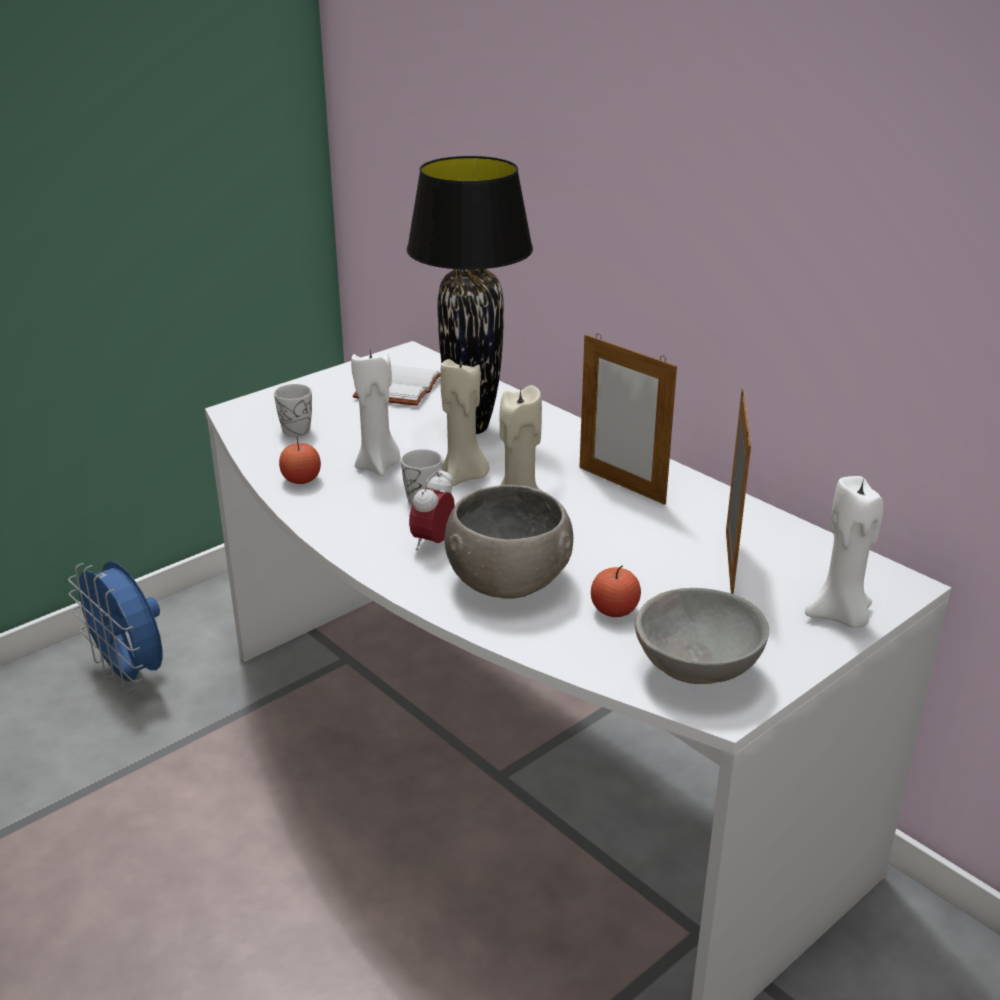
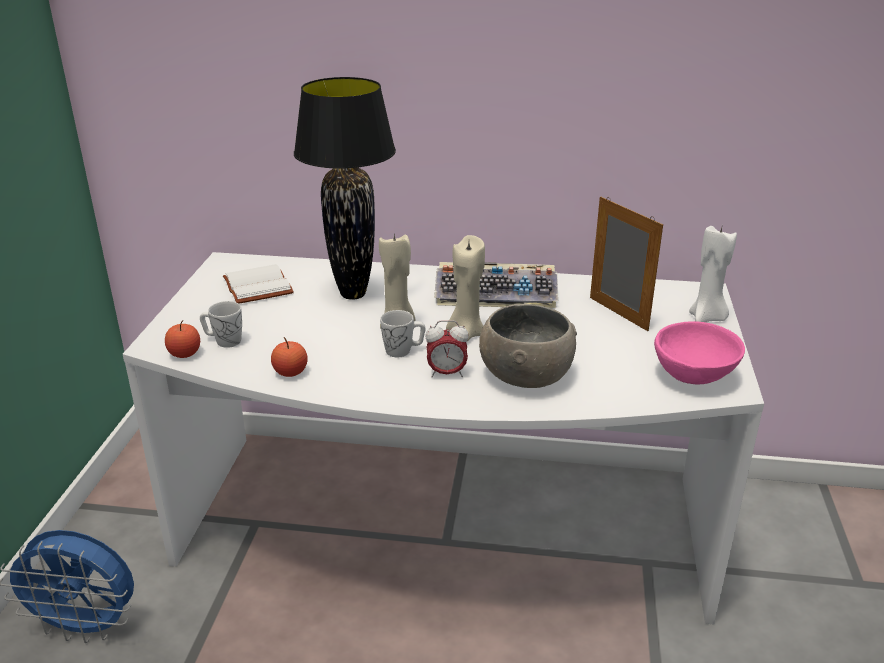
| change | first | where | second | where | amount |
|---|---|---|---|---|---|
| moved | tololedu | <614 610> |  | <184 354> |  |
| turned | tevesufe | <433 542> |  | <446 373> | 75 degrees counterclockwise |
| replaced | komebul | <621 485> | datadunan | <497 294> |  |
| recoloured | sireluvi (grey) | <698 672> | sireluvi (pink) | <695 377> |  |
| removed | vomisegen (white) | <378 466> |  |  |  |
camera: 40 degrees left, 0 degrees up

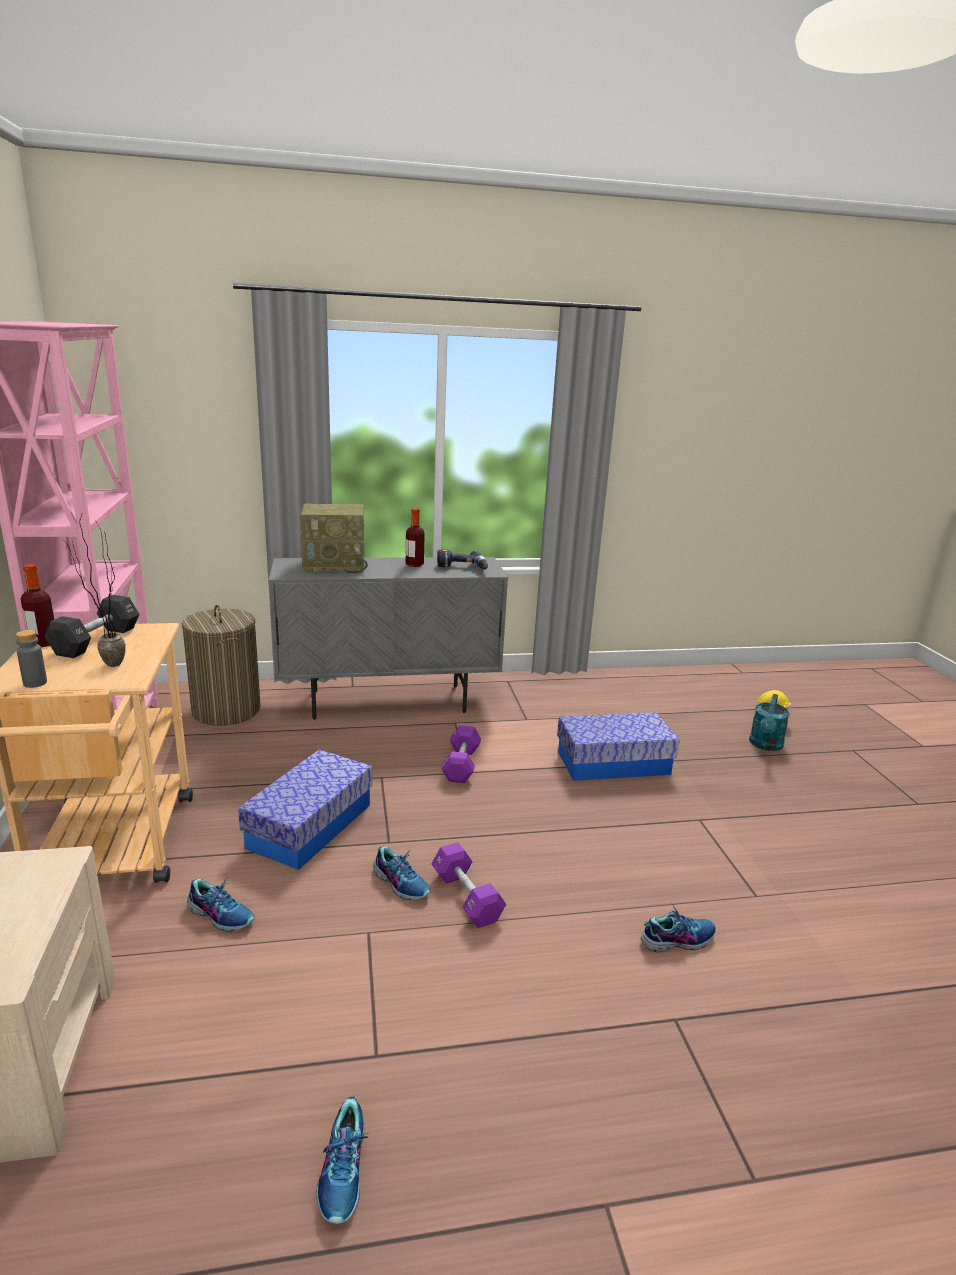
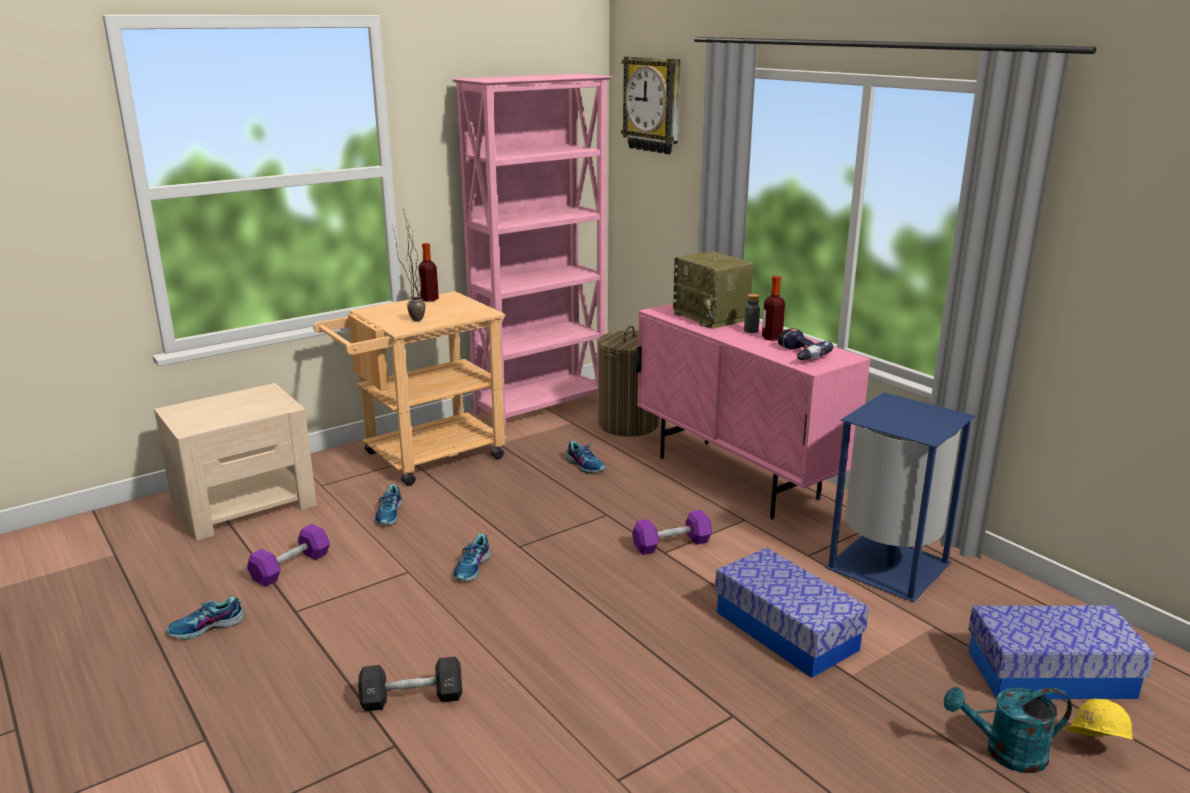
| change | first | where | second | where | amount |
|---|---|---|---|---|---|
| moved | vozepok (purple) | <466 897> |  | <291 567> |  |
| moved | vozepok (black) | <96 641> |  | <412 698> |  |
| moved | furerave | <677 939> |  | <585 465> |  |
| added |  |  | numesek | <653 104> |  |
| recoloured | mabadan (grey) | <389 702> | mabadan (pink) | <737 478> |  |
| moved | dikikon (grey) | <35 683> |  | <751 331> |  |
| added |  |  | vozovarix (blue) | <890 566> |  |
| moved | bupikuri | <310 826> |  | <1050 674> |  |
camera: 65 degrees right, 0 degrees up

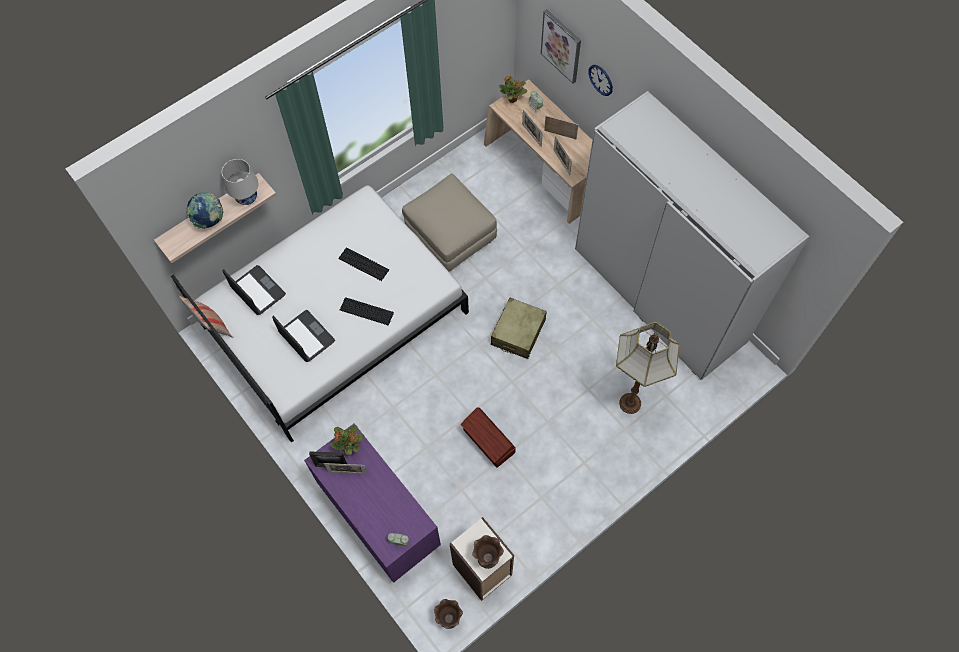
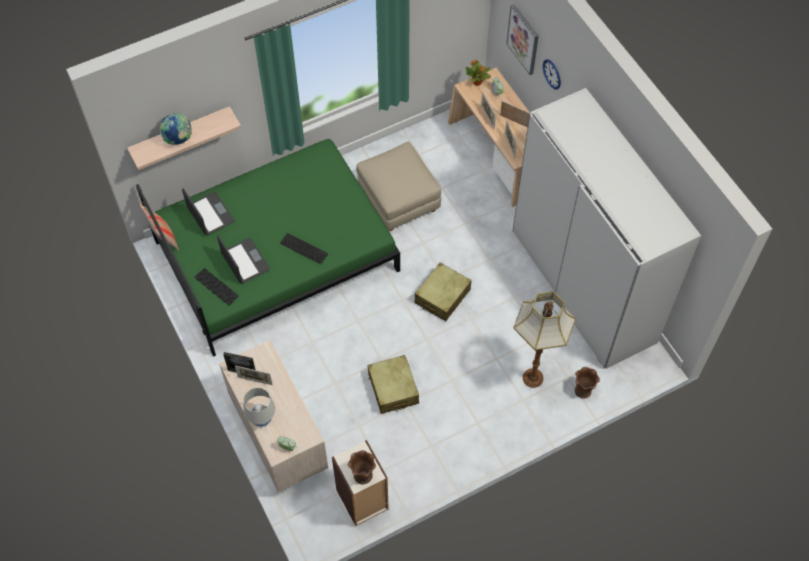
| change | first | where | second | where | amount |
|---|---|---|---|---|---|
| recoloured | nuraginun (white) | <333 318> | nuraginun (green) | <275 254> |  |
| moved | datadunan | <363 264> |  | <216 286> |  |
| recoloured | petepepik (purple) | <379 516> | petepepik (beige) | <278 435> |  |
| moved | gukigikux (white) | <246 198> |  | <261 418> |  |
| replaced | bupikuri (brown) | <488 442> | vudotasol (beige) | <393 389> |  |
| moved | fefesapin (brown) | <449 619> |  | <583 391> |  |
| removed | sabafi | <350 446> |  |  |  |
camera: 10 degrees right, 5 degrees down

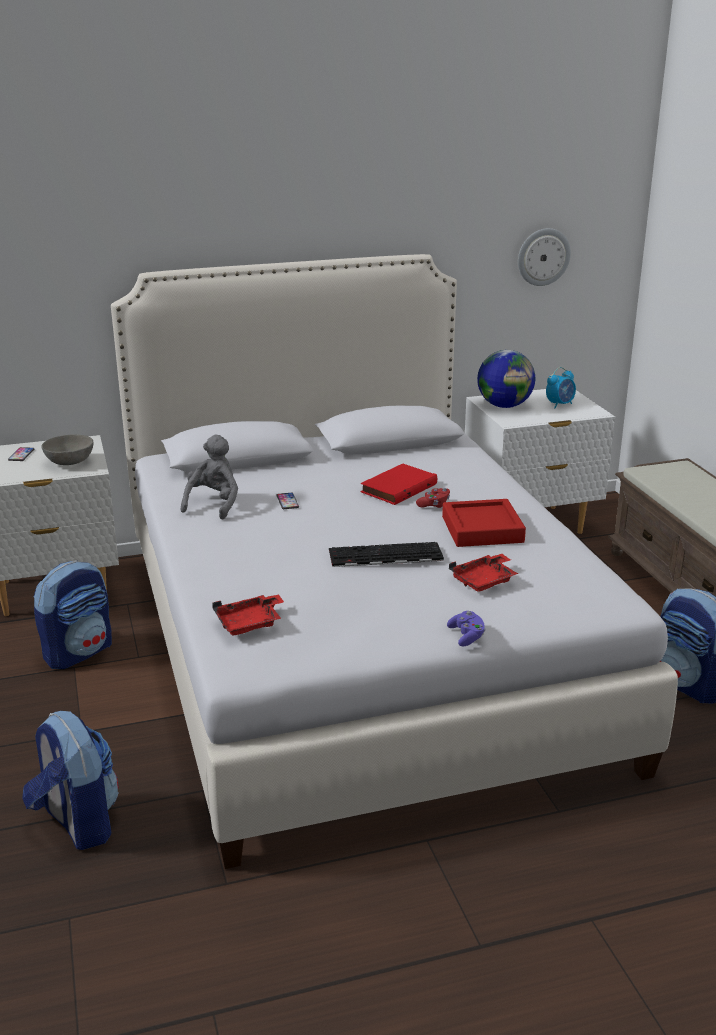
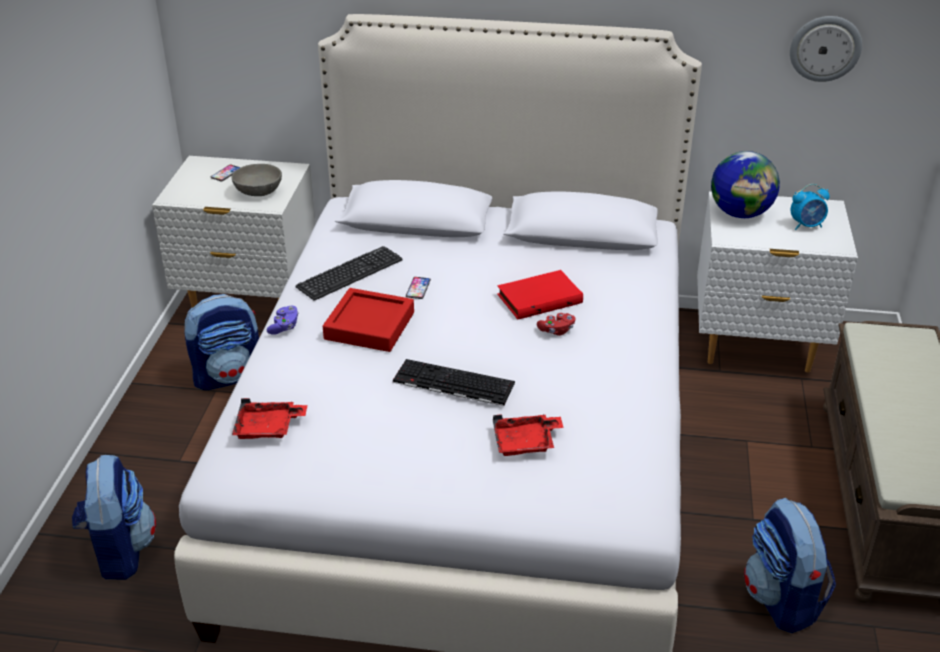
| change | first | where | second | where | amount |
|---|---|---|---|---|---|
| moved | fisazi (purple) | <466 636> |  | <284 327> |  |
| replaced | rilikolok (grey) | <214 504> | datadunan | <350 274> |  |
| moved | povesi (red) | <482 529> |  | <369 326> |  |
camera: 25 degrees right, 10 degrees up

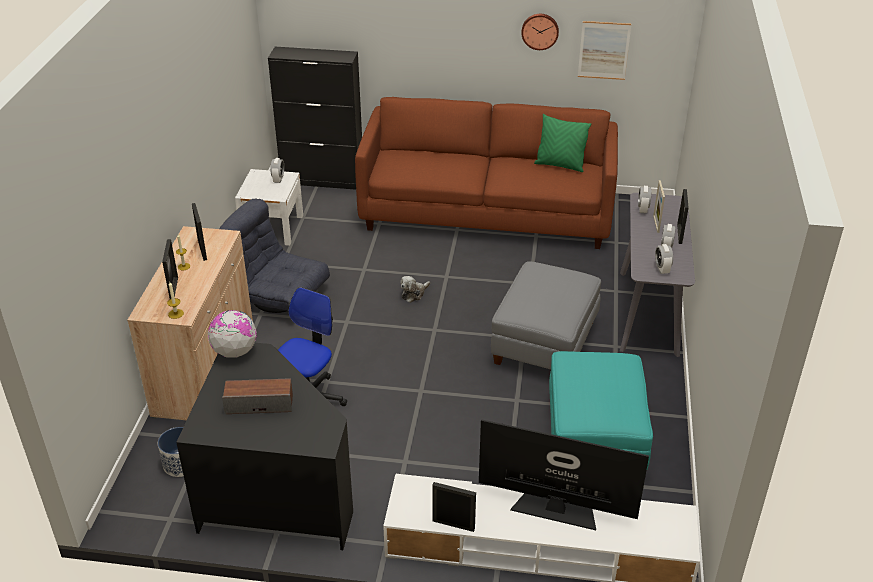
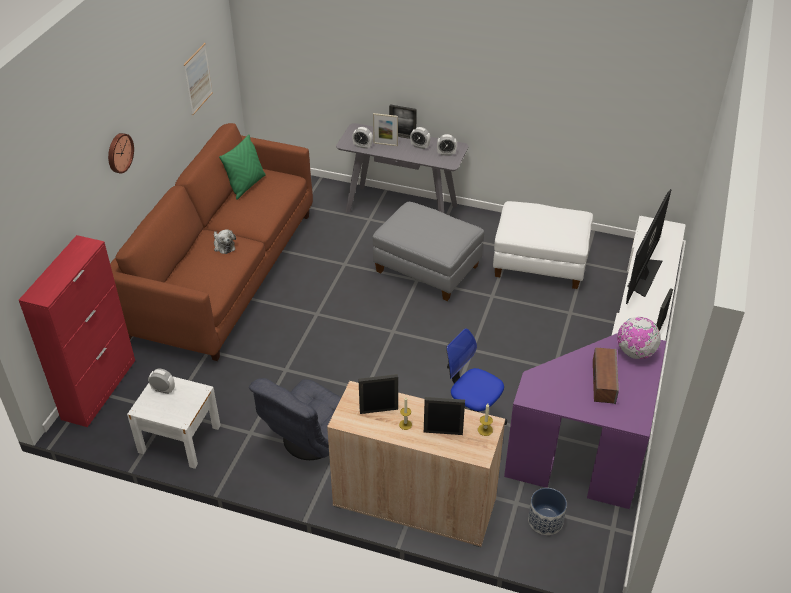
| change | first | where | second | where | amount |
|---|---|---|---|---|---|
| recoloured | mabadan (black) | <323 180> | mabadan (red) | <99 389> |  |
| moved | numesek | <540 31> |  | <119 152> |  |
| moved | rilikolok | <414 294> |  | <223 246> |  |
| recoloured | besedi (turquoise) | <595 439> | besedi (white) | <540 263> |  |
| recoloured | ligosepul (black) | <274 494> | ligosepul (purple) | <586 453> |  |
| moved | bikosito | <234 352> |  | <635 352> |  |
camera: 80 degrees left, 5 degrees up

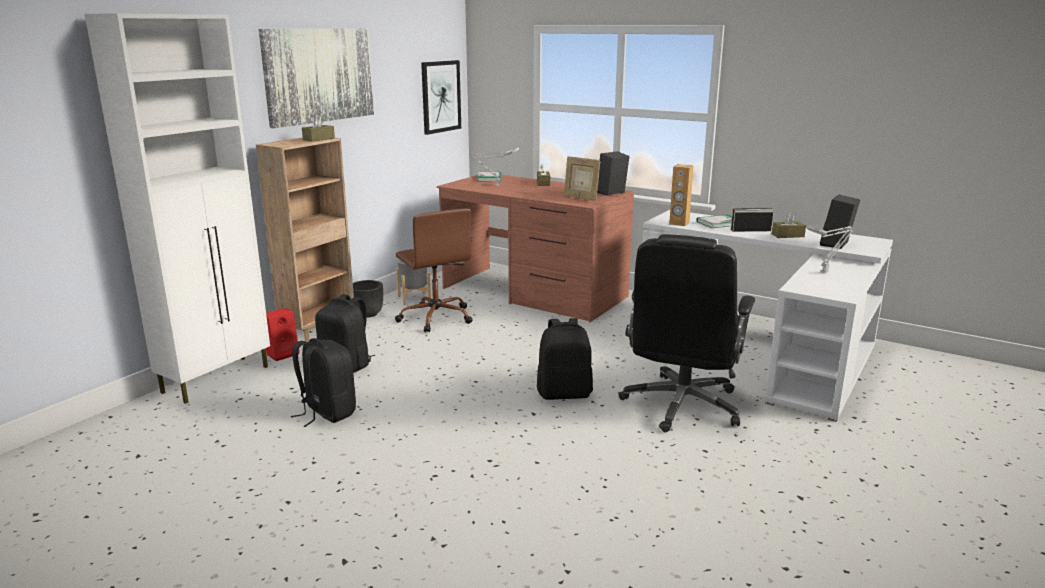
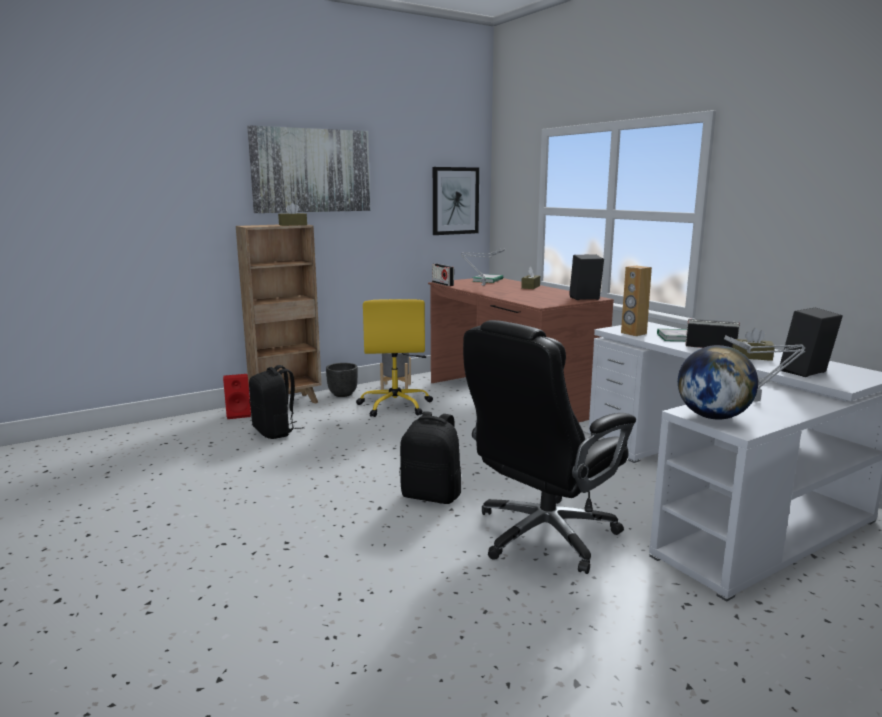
| change | first | where | second | where | amount |
|---|---|---|---|---|---|
| recoloured | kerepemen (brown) | <436 317> | kerepemen (yellow) | <395 406> |  |
| added |  |  | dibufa | <442 284> |  |
| added |  |  | bikosito | <712 417> |  |
| removed | mabadan (white) | <217 379> |  |  |  |
| removed | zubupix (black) | <326 413> |  |  |  |
| removed | komebul | <581 198> |  |  |  |
camera: 25 degrees right, 5 degrees down

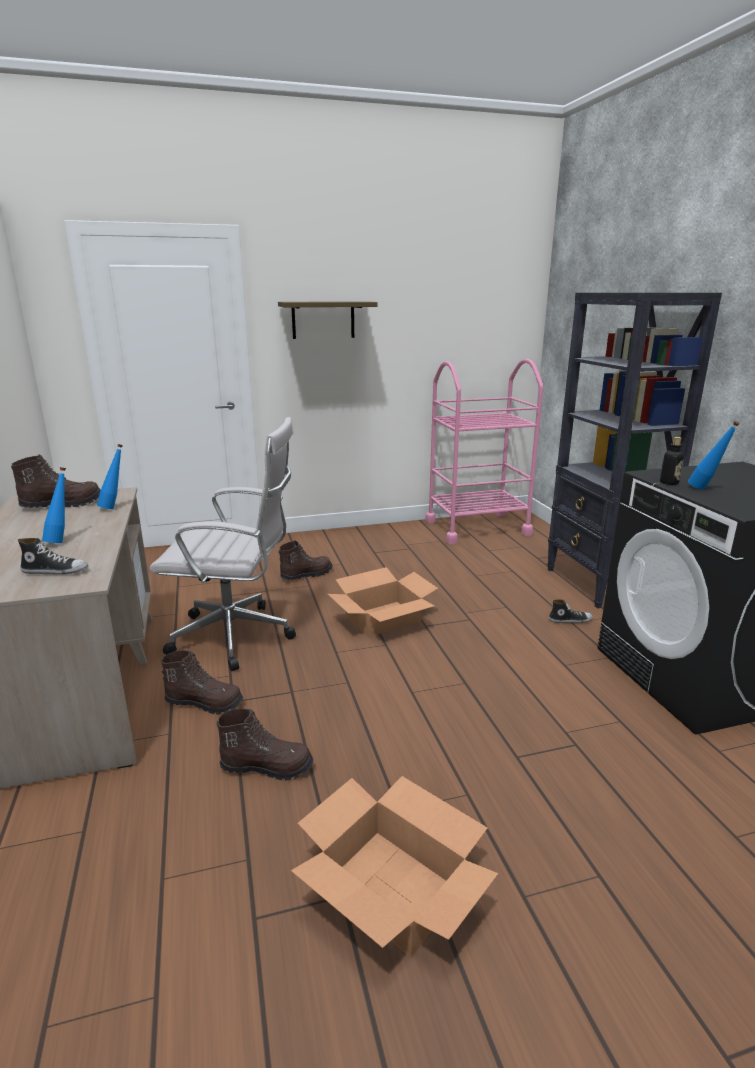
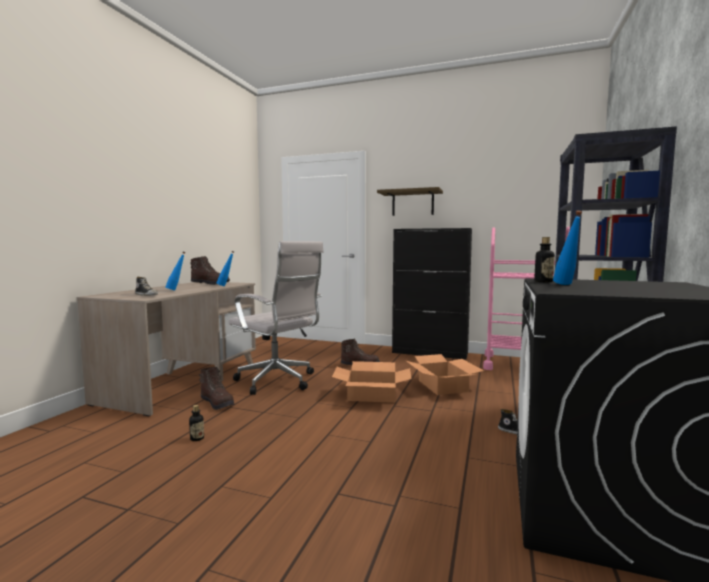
| change | first | where | second | where | amount |
|---|---|---|---|---|---|
| replaced | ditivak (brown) | <267 766> | dikikon | <197 438> |  |
| added |  |  | mabadan (black) | <430 353> |  |
| moved | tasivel | <392 888> |  | <442 386> |  |
camera: 35 degrees right, 15 degrees down

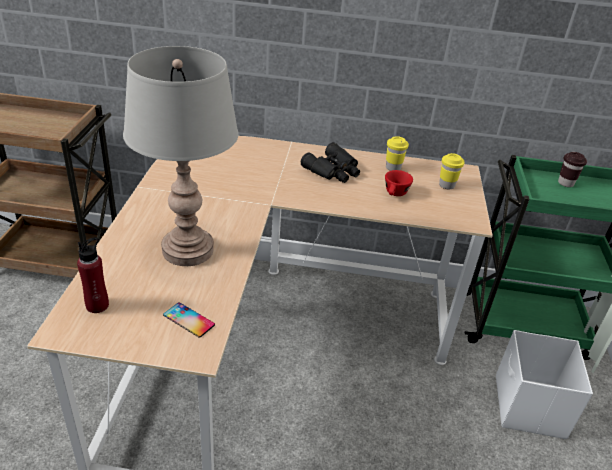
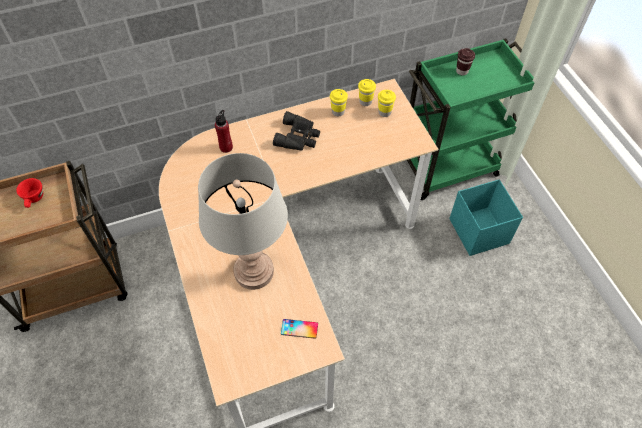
| change | first | where | second | where | amount |
|---|---|---|---|---|---|
| moved | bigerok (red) | <395 194> |  | <34 199> |  |
| moved | dikikon (red) | <97 305> |  | <226 147> |  |
| added |  |  | bigerok (yellow) | <365 102> |  |
| recoloured | bupikuri (white) | <528 407> | bupikuri (turquoise) | <478 232> |  |
camera: 25 degrees left, 20 degrees up

